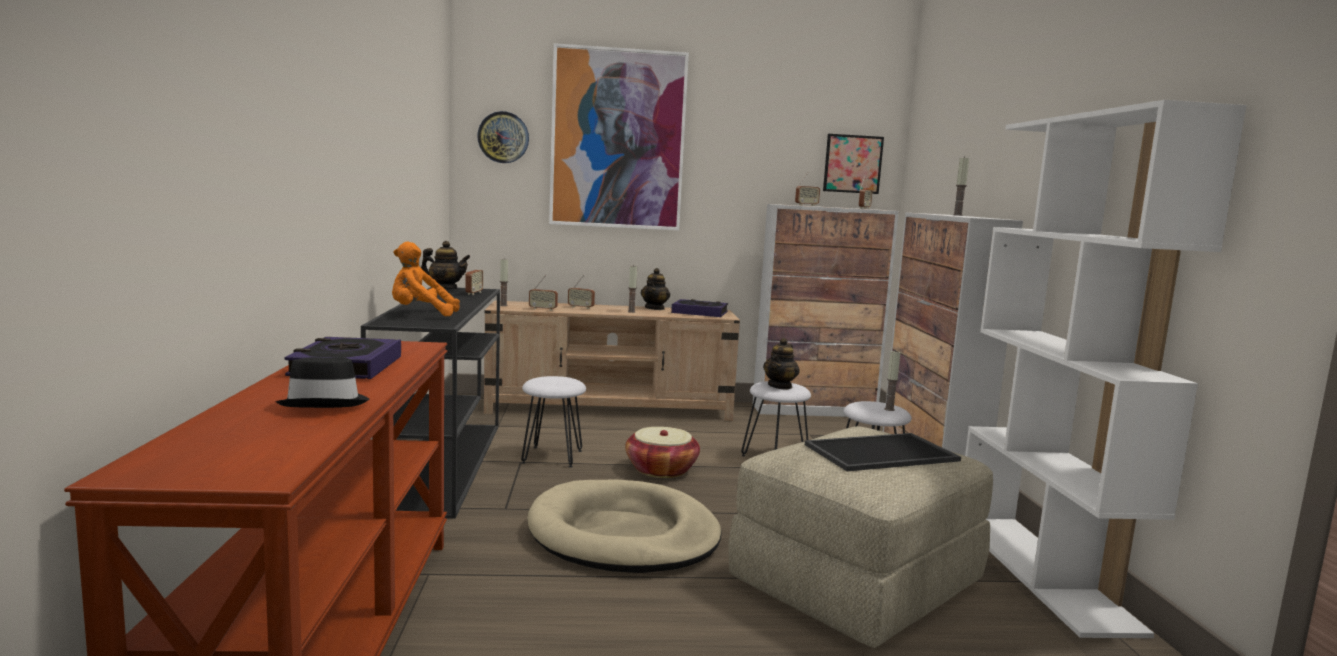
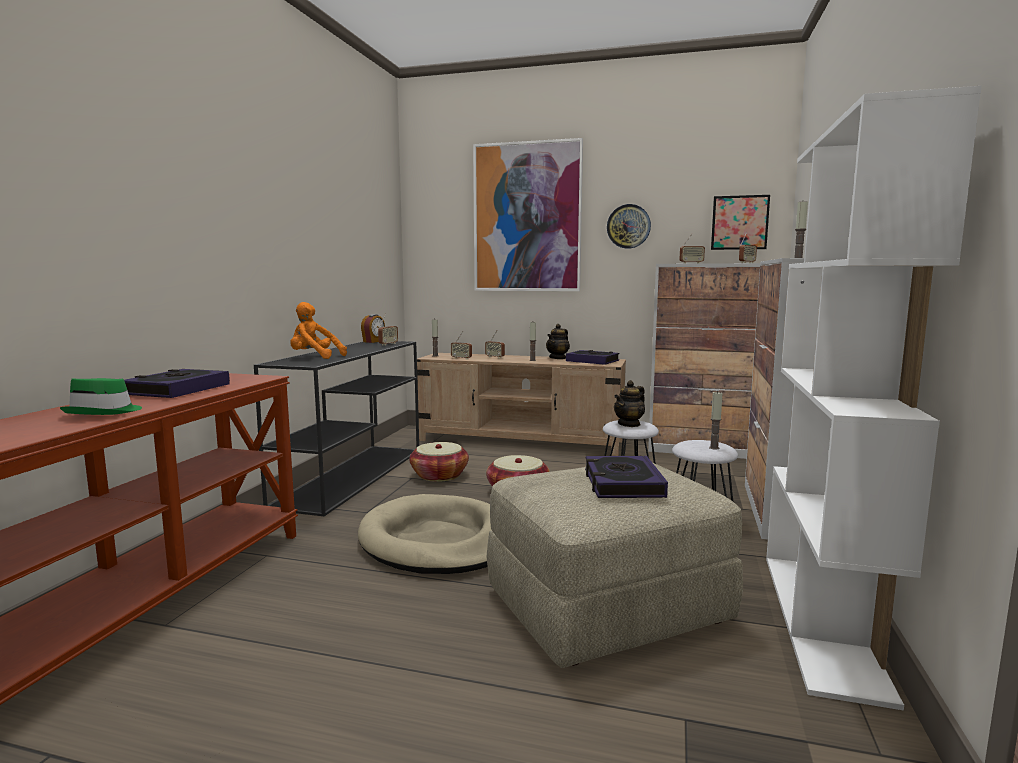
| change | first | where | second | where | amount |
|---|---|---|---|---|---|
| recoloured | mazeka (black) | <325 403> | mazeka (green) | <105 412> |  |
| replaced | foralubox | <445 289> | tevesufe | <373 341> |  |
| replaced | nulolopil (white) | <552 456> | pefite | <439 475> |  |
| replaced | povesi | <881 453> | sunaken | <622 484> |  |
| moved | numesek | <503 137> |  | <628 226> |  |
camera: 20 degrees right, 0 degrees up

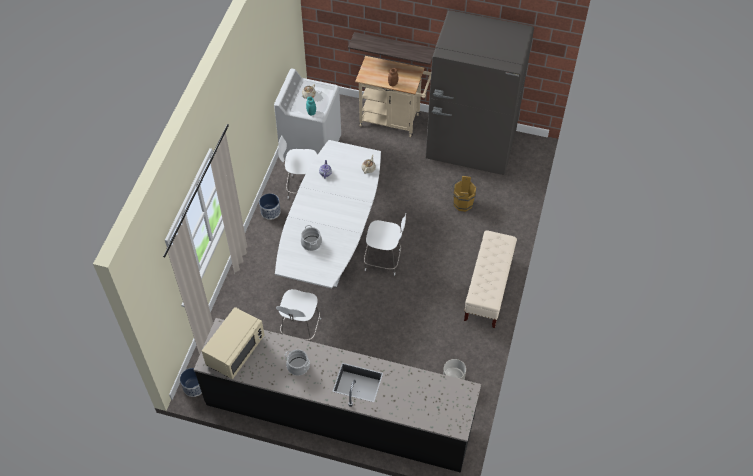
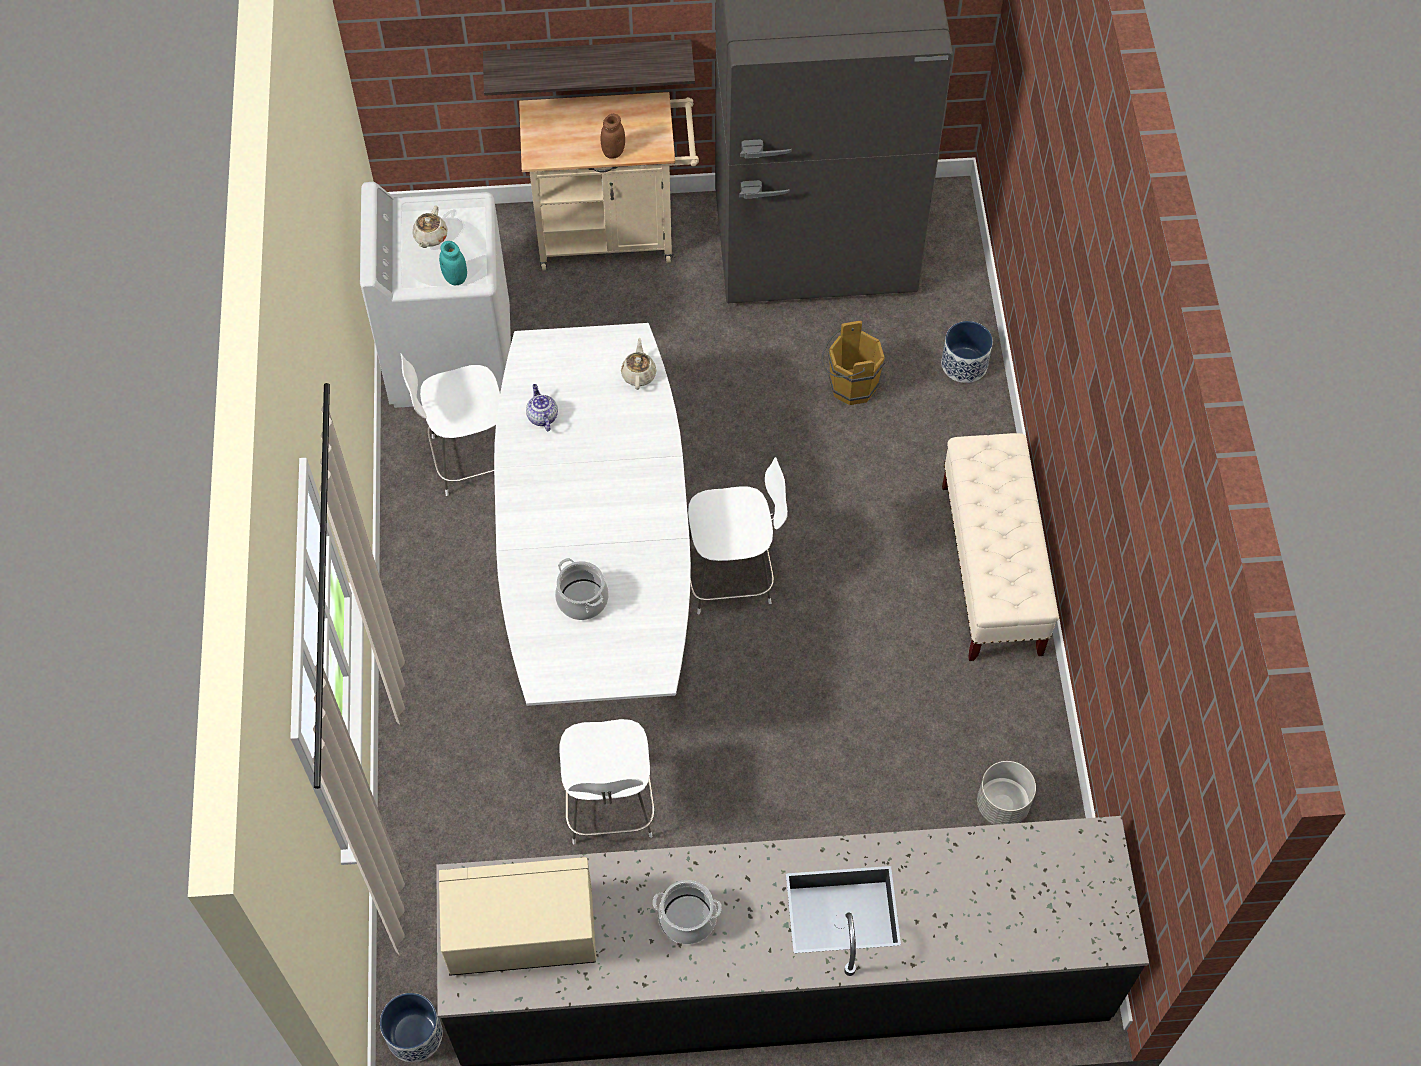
| change | first | where | second | where | amount |
|---|---|---|---|---|---|
| turned | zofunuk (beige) | <235 351> |  | <520 932> | 105 degrees counterclockwise |
| moved | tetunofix | <270 212> |  | <964 364> |  |
camera: 20 degrees left, 5 degrees up

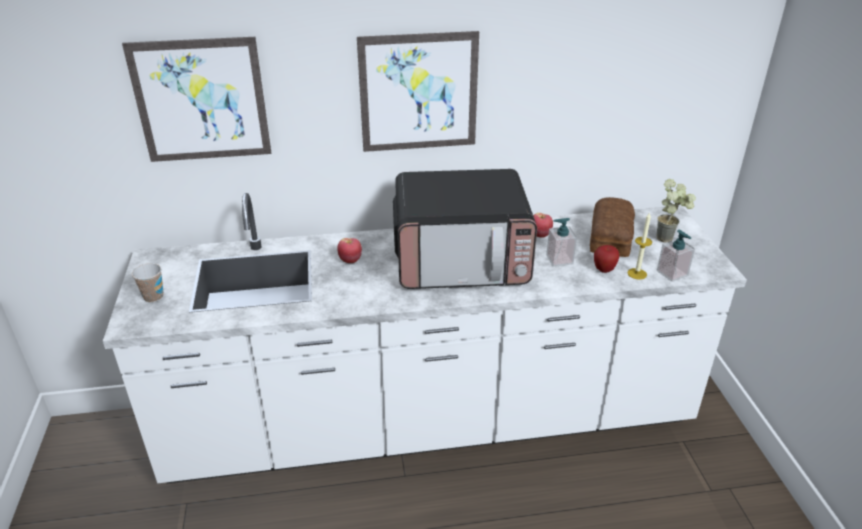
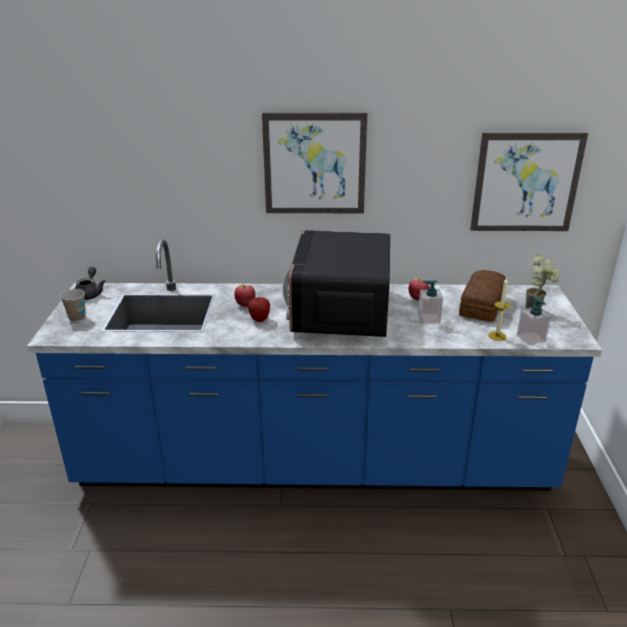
| change | first | where | second | where | amount |
|---|---|---|---|---|---|
| recoloured | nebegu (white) | <431 424> | nebegu (blue) | <314 465> |  |
| added |  |  | foralubox (grey) | <90 293> |  |
| moved | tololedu | <604 270> |  | <259 319> |  |
| turned | zofunuk | <462 260> |  | <341 312> | 90 degrees clockwise |
| moved | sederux | <201 100> |  | <526 183> |  |
camera: 10 degrees right, 5 degrees down

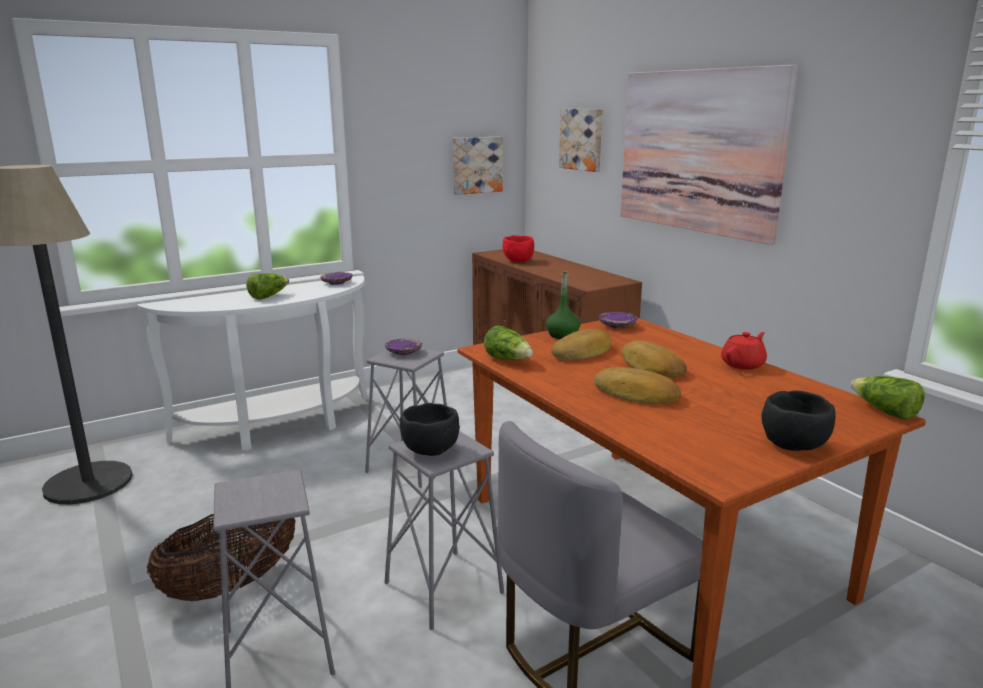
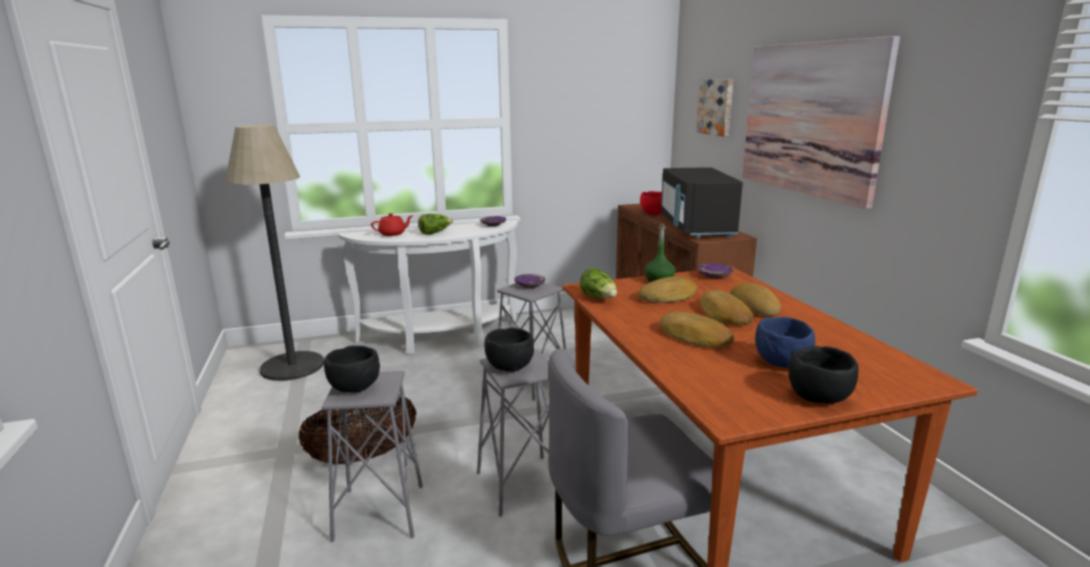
| change | first | where | second | where | amount |
|---|---|---|---|---|---|
| added |  |  | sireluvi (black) | <355 388> |  |
| moved | foralubox (red) | <743 364> |  | <393 234> |  |
| added |  |  | zofunuk (black) | <696 227> |  |
| added |  |  | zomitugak | <756 305> |  |
| added |  |  | sireluvi (blue) | <780 362> |  |
| removed | sederux | <476 165> |  |  |  |
| removed | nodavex | <884 412> |  |  |  |
camera: 15 degrees right, 0 degrees up

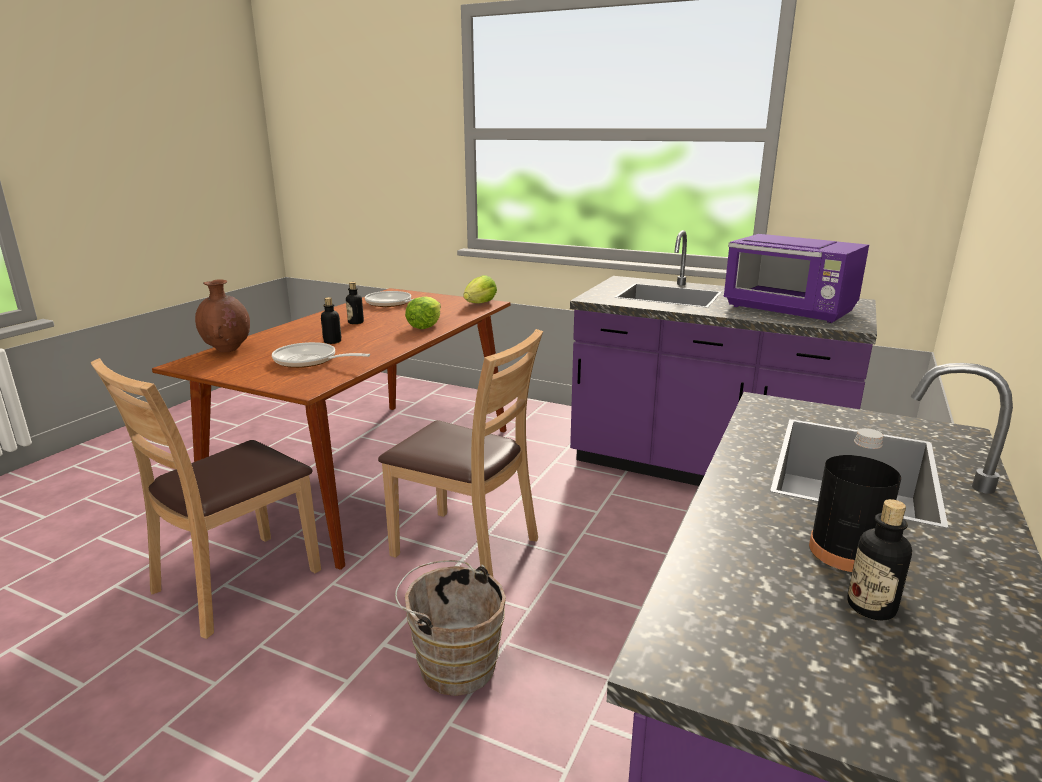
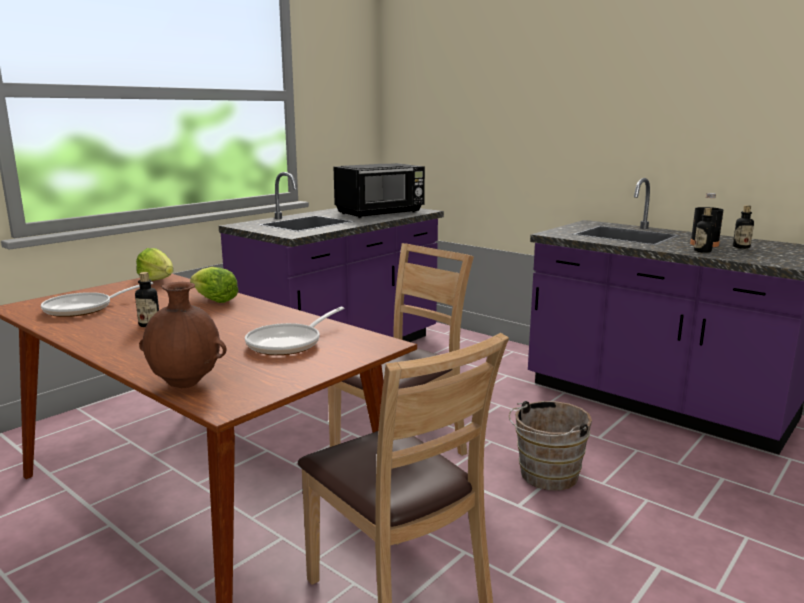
| change | first | where | second | where | amount |
|---|---|---|---|---|---|
| recoloured | zofunuk (purple) | <789 310> | zofunuk (black) | <381 213> |  |
| moved | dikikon | <332 341> |  | <702 251> |  |
camera: 75 degrees left, 5 degrees down

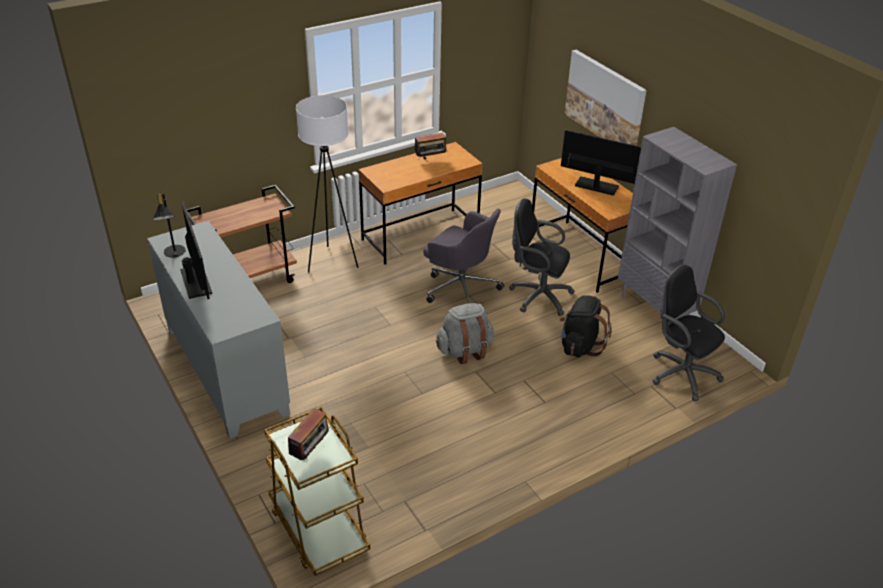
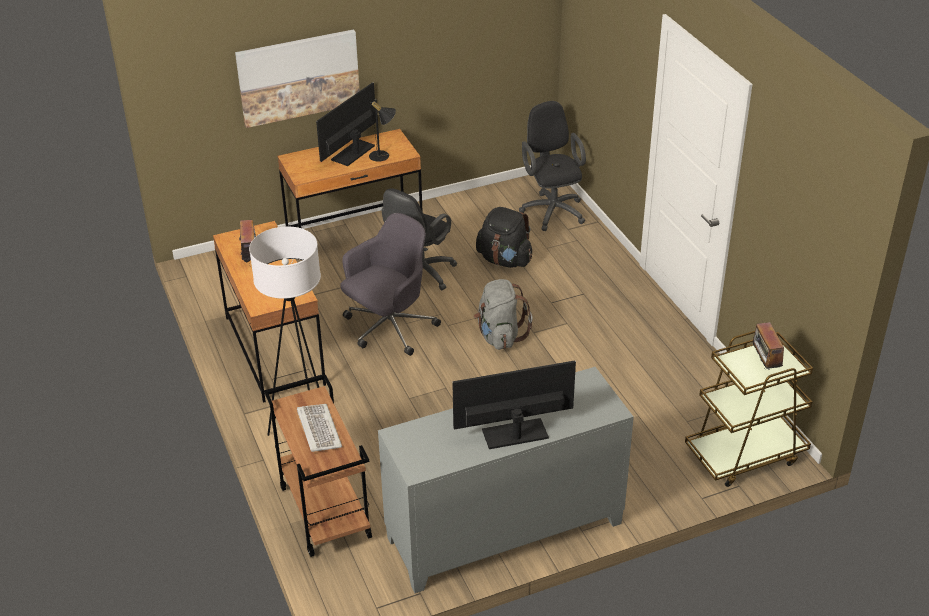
| change | first | where | second | where | amount |
|---|---|---|---|---|---|
| added |  |  | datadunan | <318 429> |  |
| moved | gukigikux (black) | <173 254> |  | <383 156> |  |
| turned | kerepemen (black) | <680 372> |  | <552 210> | 105 degrees clockwise |
| turned | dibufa | <311 451> |  | <764 364> | 135 degrees counterclockwise |
| removed | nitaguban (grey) | <655 309> |  |  |  |
camera: 80 degrees left, 0 degrees up

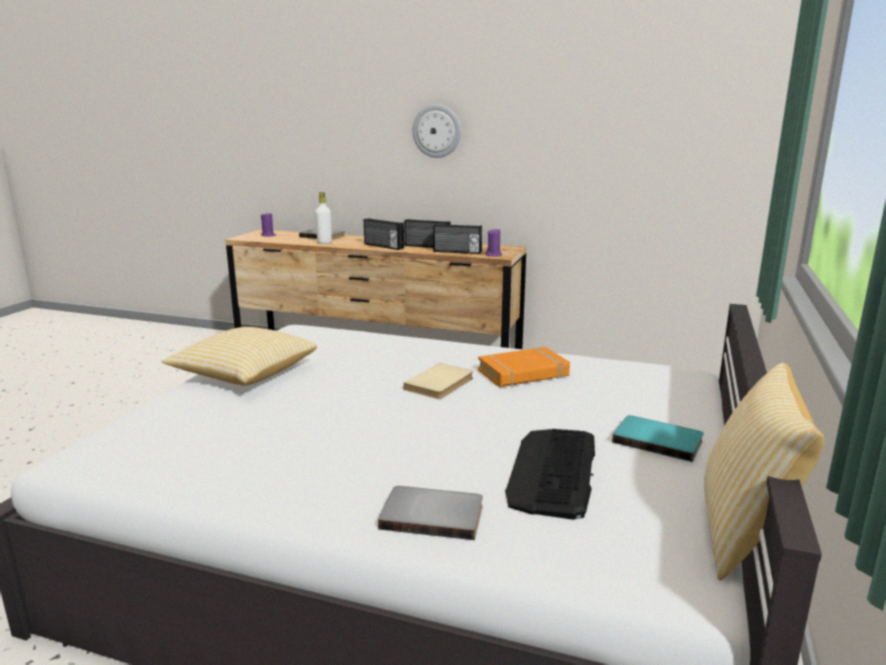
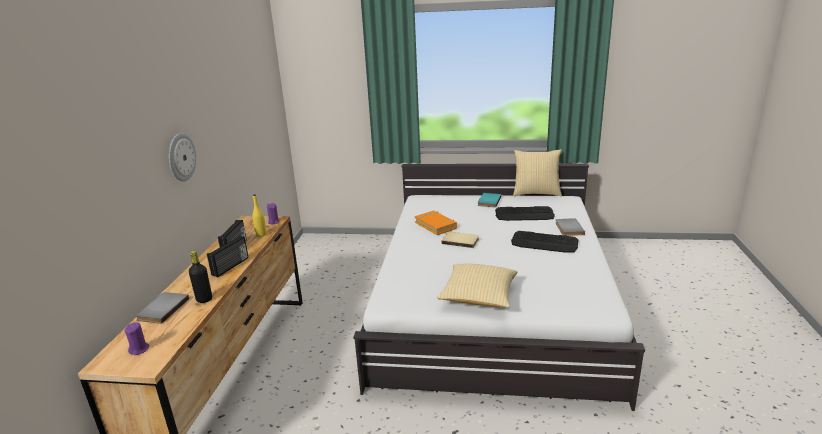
| change | first | where | second | where | amount |
|---|---|---|---|---|---|
| recoloured | dikikon (white) | <324 243> | dikikon (black) | <204 299> |  |
| replaced | dibufa | <457 252> | dikikon (yellow) | <261 234> |  |
| added |  |  | datadunan | <544 243> |  |
camera: 100 degrees left, 5 degrees up

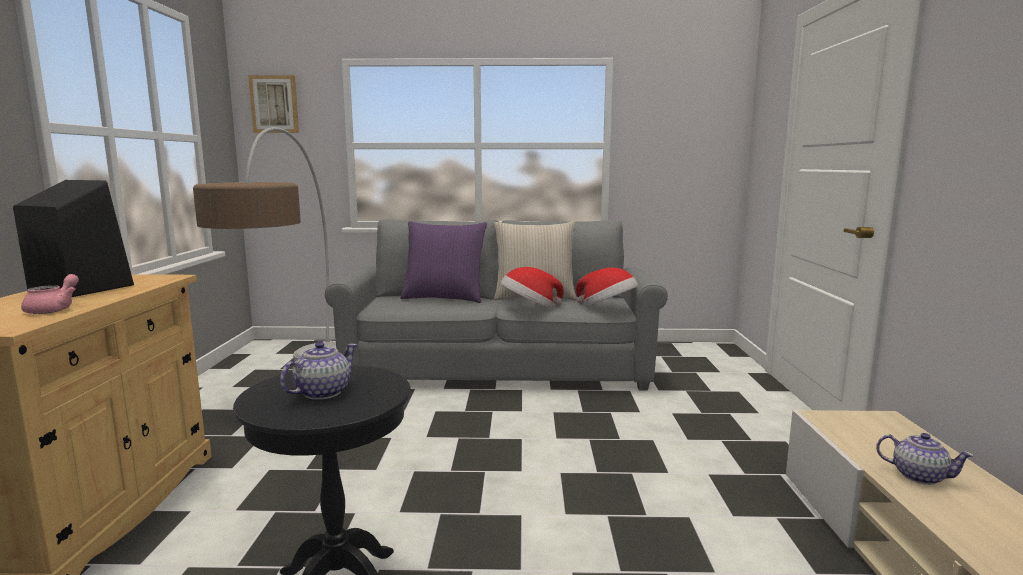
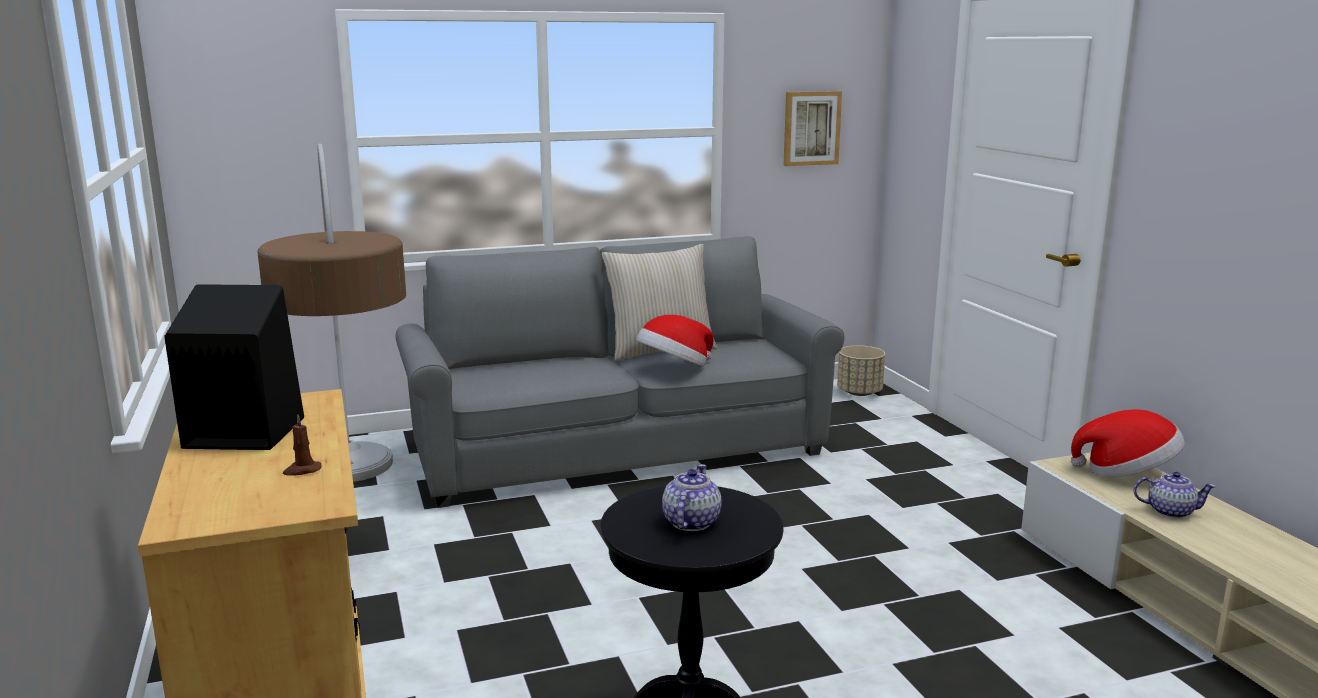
| change | first | where | second | where | amount |
|---|---|---|---|---|---|
| replaced | foralubox (pink) | <54 309> | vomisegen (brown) | <302 470> |  |
| moved | sederux | <274 104> |  | <811 128> |  |
| added |  |  | tetunofix (beige) | <859 393> |  |
| moved | mazeka | <607 308> |  | <1127 473> |  |
| removed | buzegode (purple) | <444 298> |  |  |  |
camera: 20 degrees left, 5 degrees up

